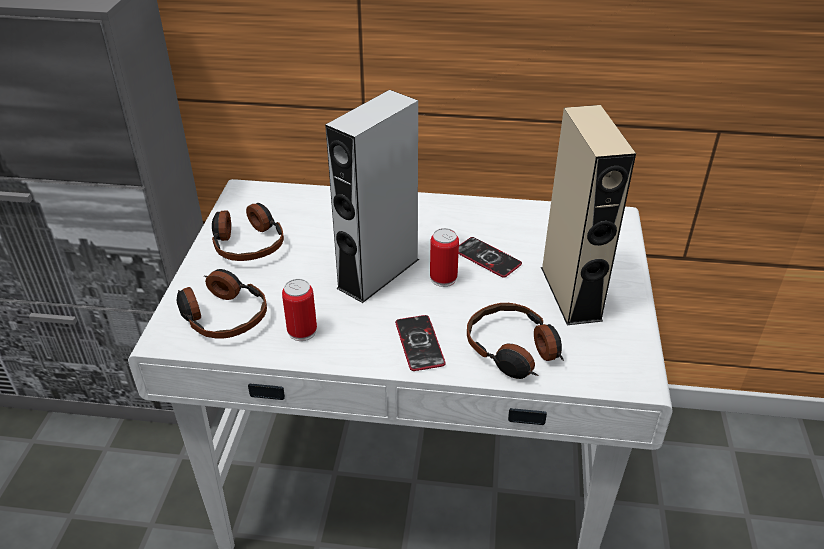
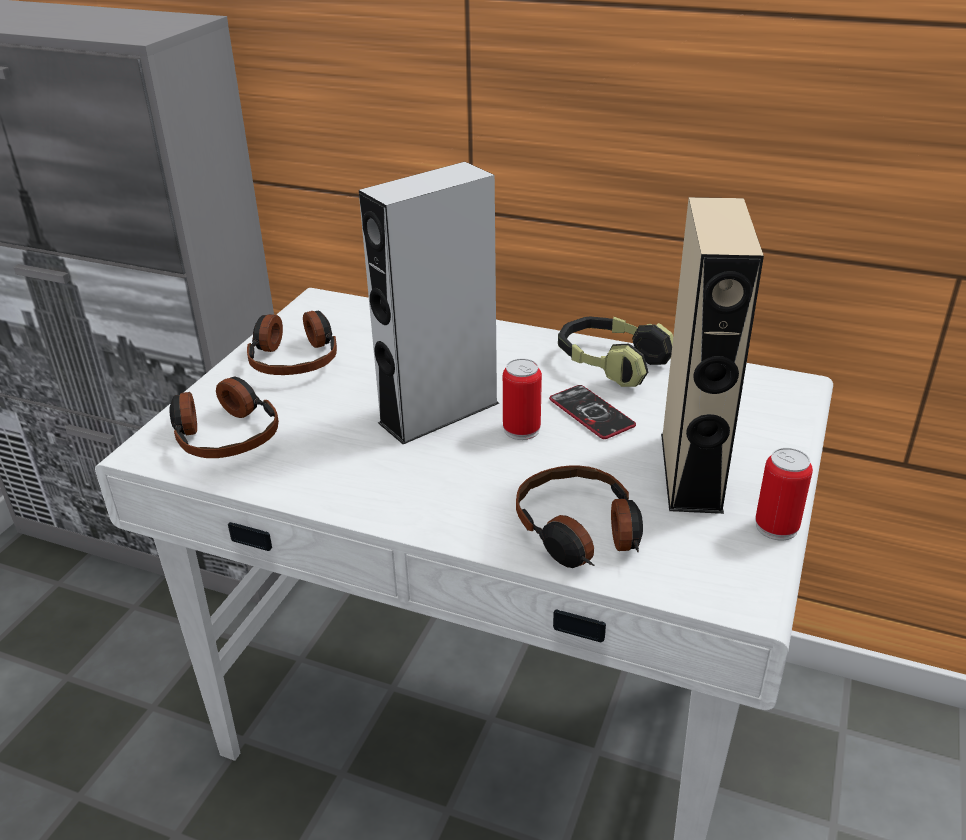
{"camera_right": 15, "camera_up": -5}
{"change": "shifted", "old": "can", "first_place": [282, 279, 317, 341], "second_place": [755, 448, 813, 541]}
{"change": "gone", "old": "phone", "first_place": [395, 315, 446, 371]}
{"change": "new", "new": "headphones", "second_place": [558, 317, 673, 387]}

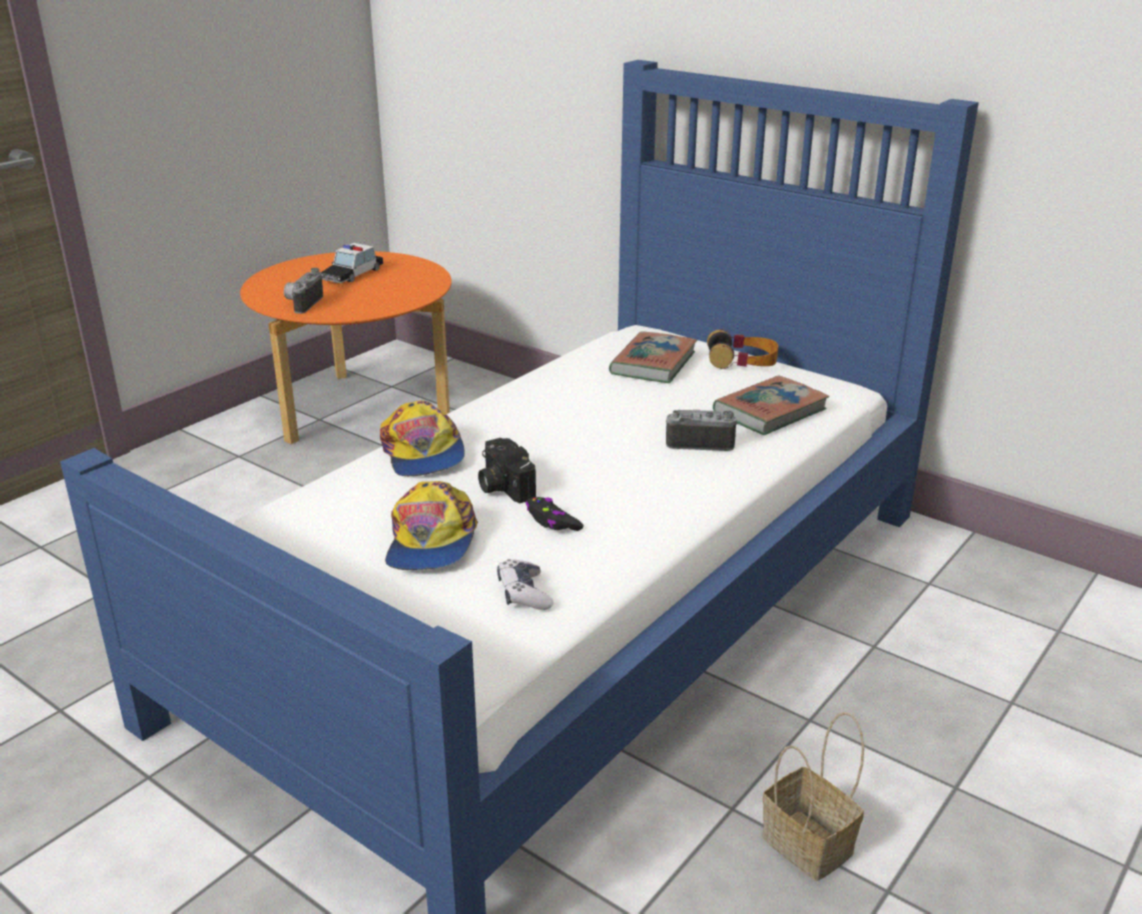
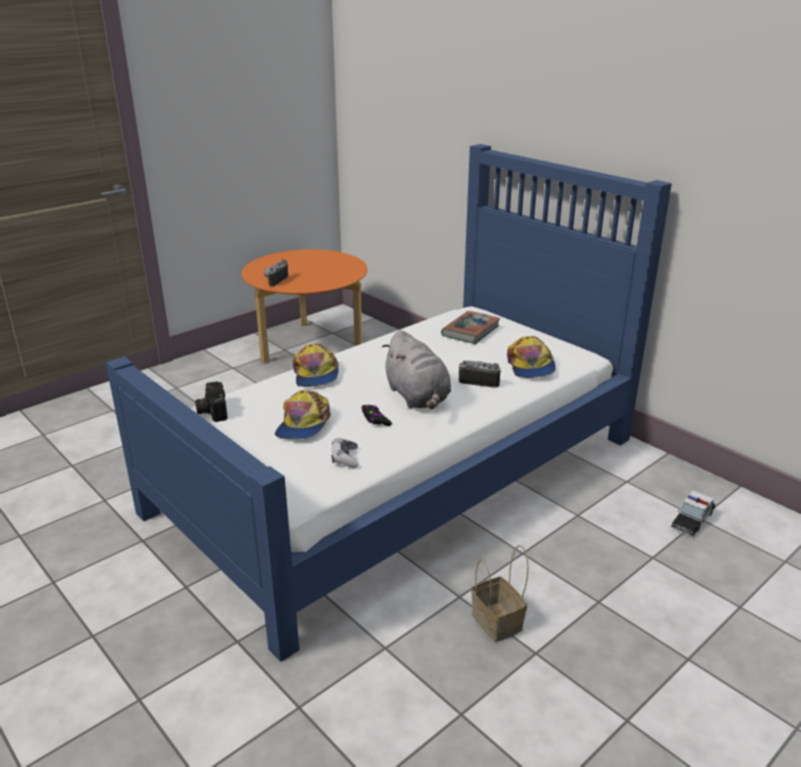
{"camera_right": 10, "camera_up": 0}
{"change": "shifted", "old": "toy_car", "first_place": [321, 243, 383, 283], "second_place": [671, 491, 715, 536]}
{"change": "gone", "old": "headphones", "first_place": [707, 329, 779, 369]}
{"change": "swapped", "old": "book", "new": "cap", "first_place": [713, 375, 829, 435], "second_place": [507, 336, 555, 378]}
{"change": "shifted", "old": "photo_camera", "first_place": [478, 438, 536, 503], "second_place": [195, 381, 228, 422]}
{"change": "new", "new": "grey_plush_toy", "second_place": [382, 330, 451, 409]}

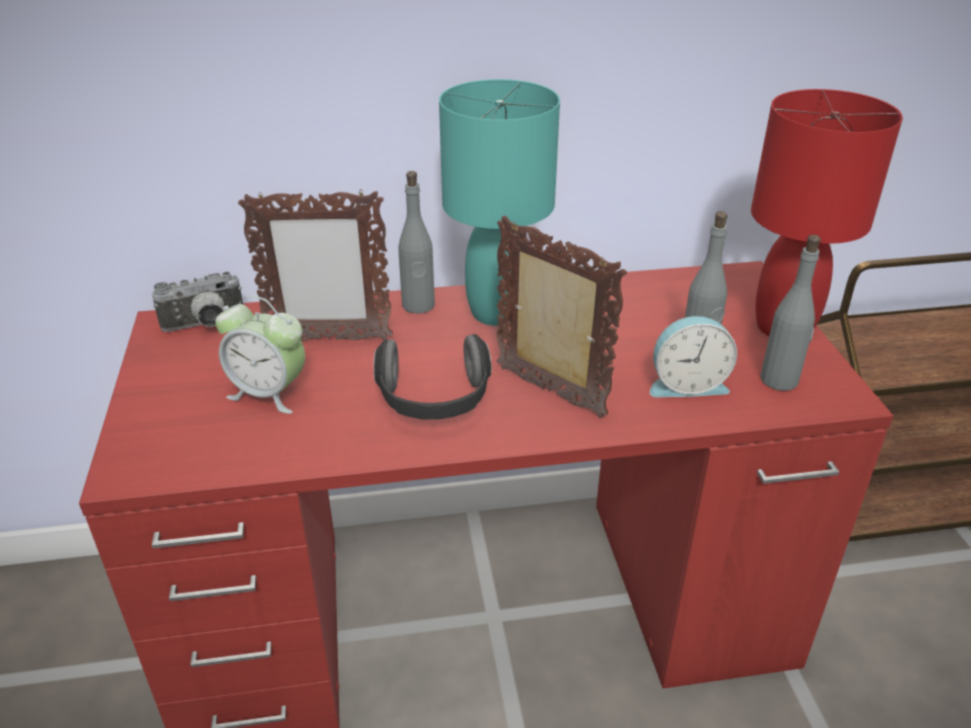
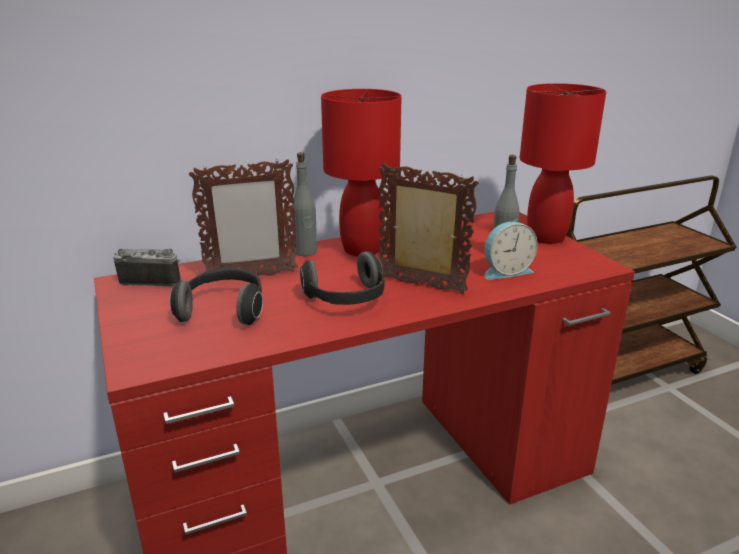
{"camera_right": -15, "camera_up": -10}
{"change": "repainted", "old": "turquoise_table_lamp", "new": "red_table_lamp", "first_place": [439, 79, 560, 326], "second_place": [321, 89, 402, 256]}
{"change": "gone", "old": "grey_bottle", "first_place": [761, 235, 821, 391]}
{"change": "rotated", "old": "photo_camera", "first_place": [152, 272, 243, 332], "second_place": [113, 249, 181, 286], "degrees": -135}
{"change": "swapped", "old": "alarm_clock", "new": "headphones", "first_place": [215, 295, 305, 414], "second_place": [170, 268, 263, 325]}

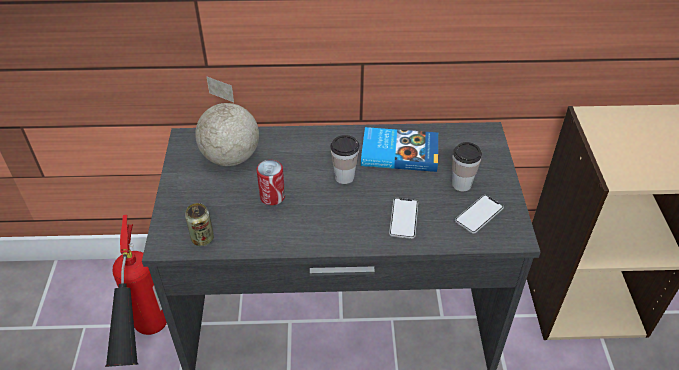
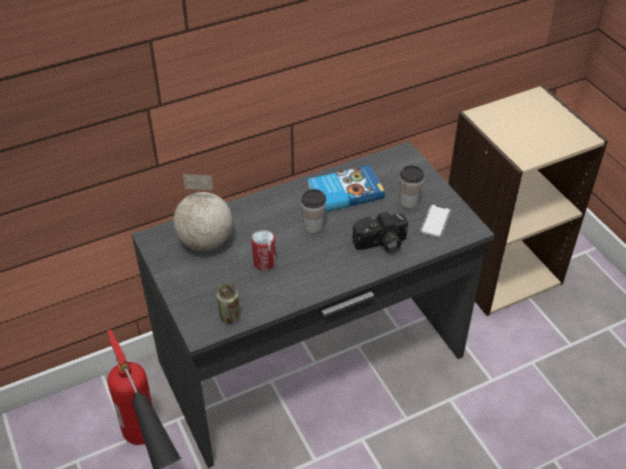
{"camera_right": -25, "camera_up": 0}
{"change": "swapped", "old": "phone", "new": "photo_camera", "first_place": [389, 198, 418, 239], "second_place": [352, 212, 408, 253]}

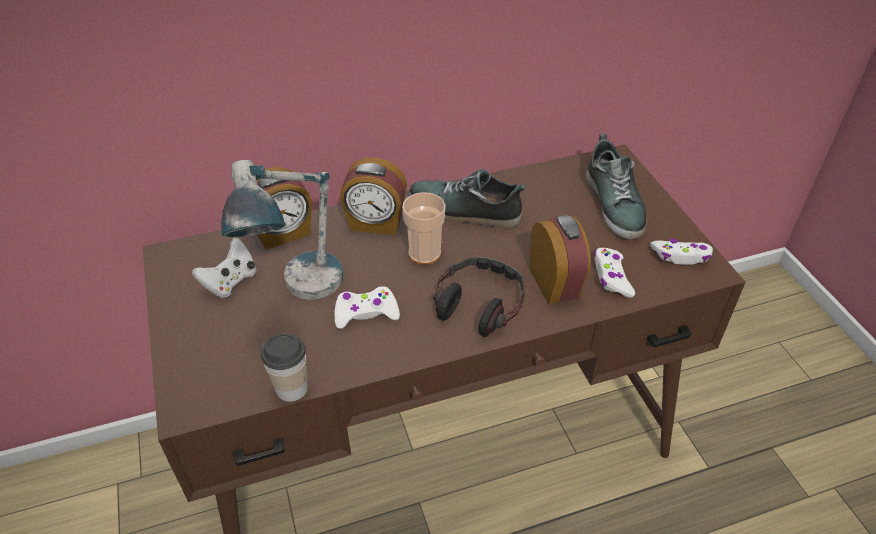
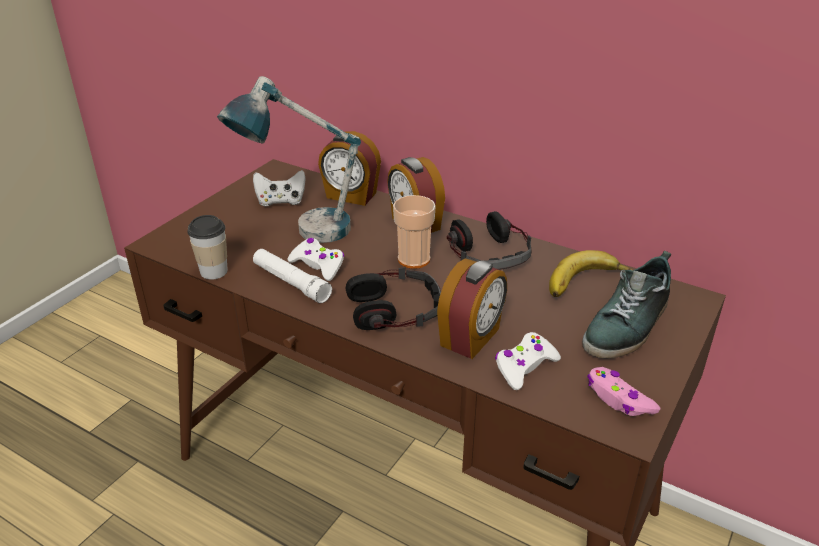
{"camera_right": 50, "camera_up": -10}
{"change": "swapped", "old": "shoe", "new": "headphones", "first_place": [409, 169, 526, 229], "second_place": [447, 211, 532, 270]}
{"change": "repainted", "old": "white_game_controller", "new": "pink_game_controller", "first_place": [650, 239, 713, 265], "second_place": [587, 367, 661, 416]}
{"change": "new", "new": "white_flashlight", "second_place": [253, 249, 332, 303]}
{"change": "new", "new": "banana", "second_place": [549, 250, 632, 297]}

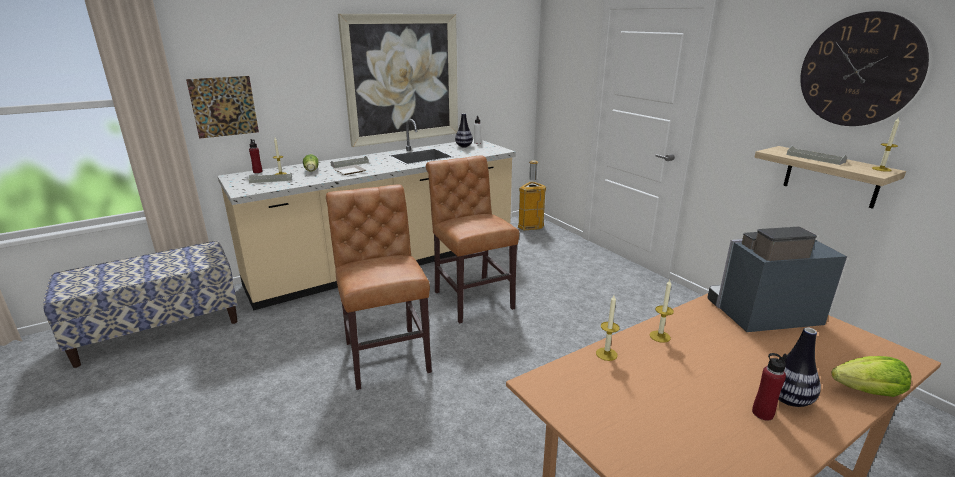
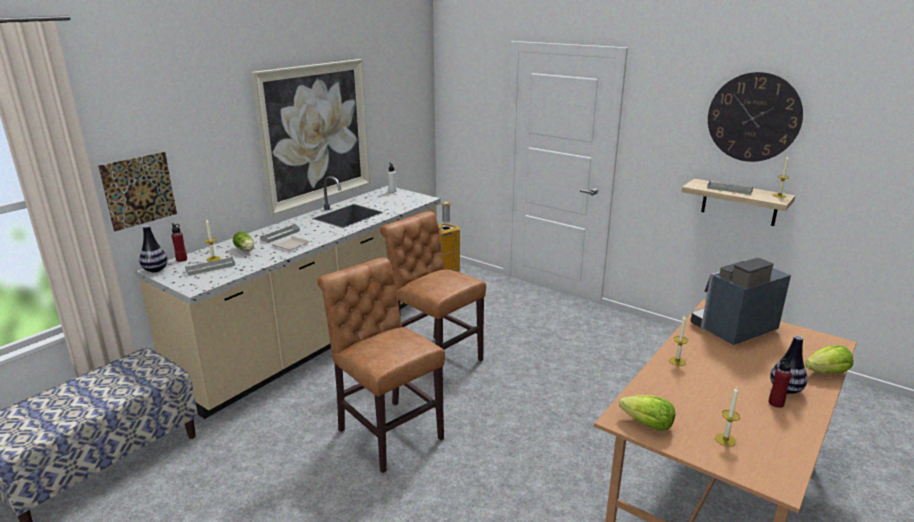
{"camera_right": -20, "camera_up": 0}
{"change": "shifted", "old": "vase", "first_place": [455, 113, 473, 148], "second_place": [139, 225, 168, 272]}
{"change": "shifted", "old": "candle", "first_place": [596, 295, 620, 361], "second_place": [715, 387, 740, 447]}
{"change": "new", "new": "lettuce", "second_place": [619, 395, 675, 431]}

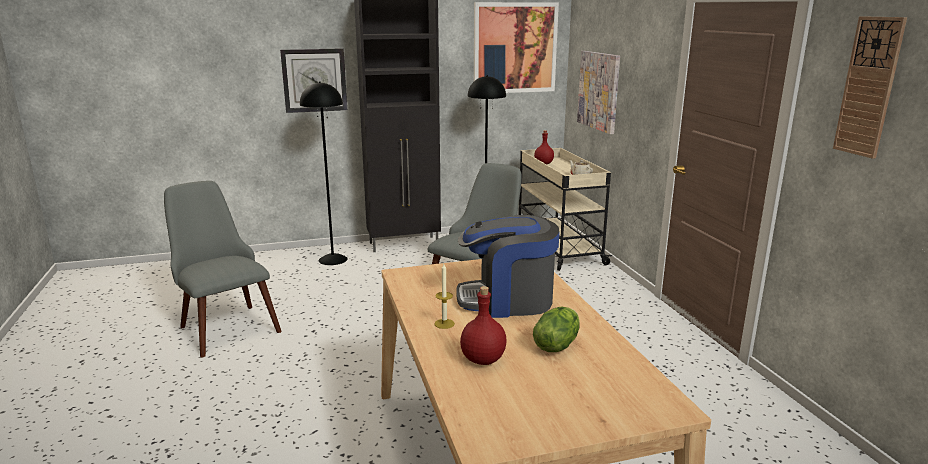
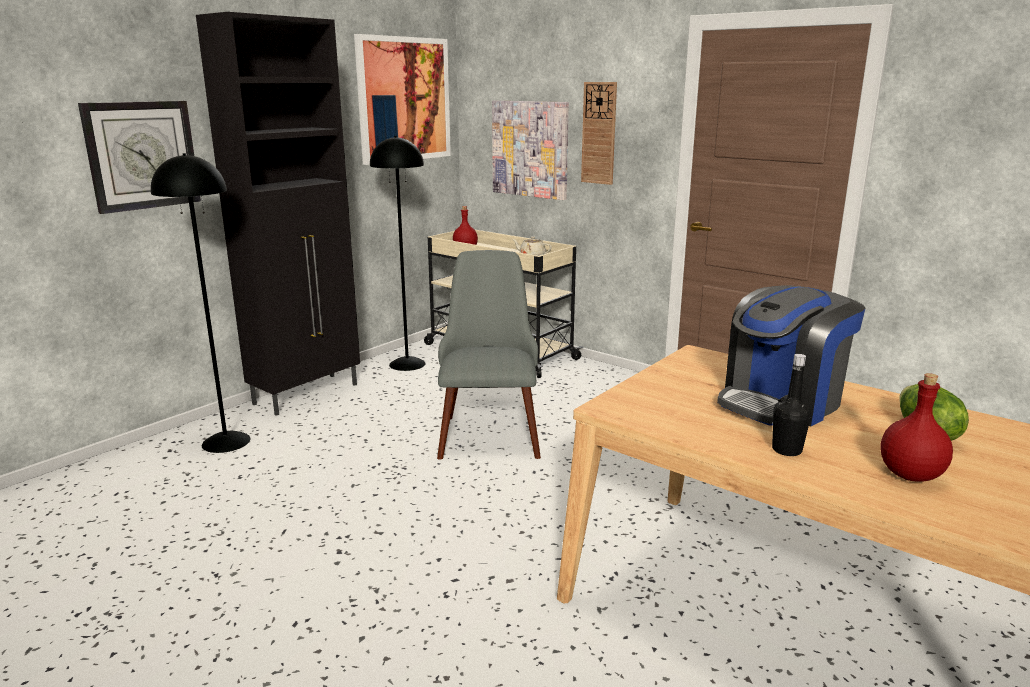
{"camera_right": -35, "camera_up": 0}
{"change": "shifted", "old": "wall_clock", "first_place": [833, 16, 907, 159], "second_place": [581, 82, 617, 185]}
{"change": "gone", "old": "grey_chair", "first_place": [164, 181, 282, 357]}
{"change": "swapped", "old": "candle", "new": "black_bottle", "first_place": [434, 264, 455, 329], "second_place": [772, 354, 811, 456]}

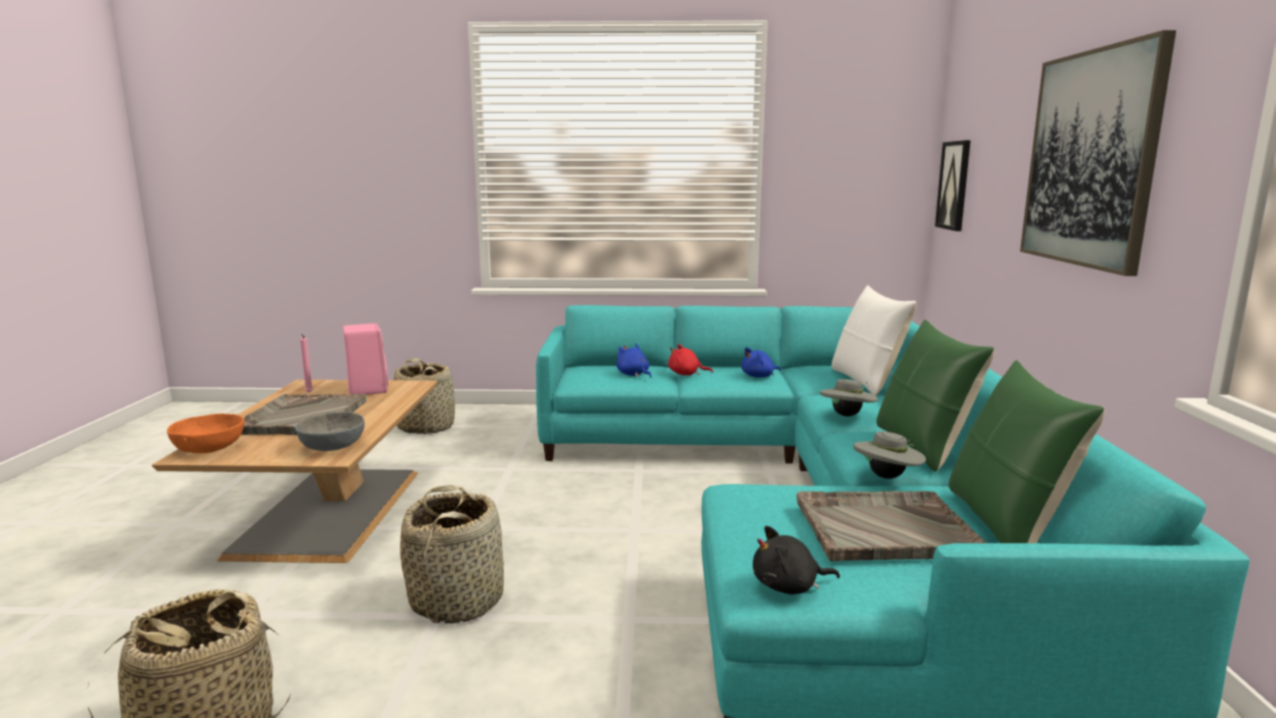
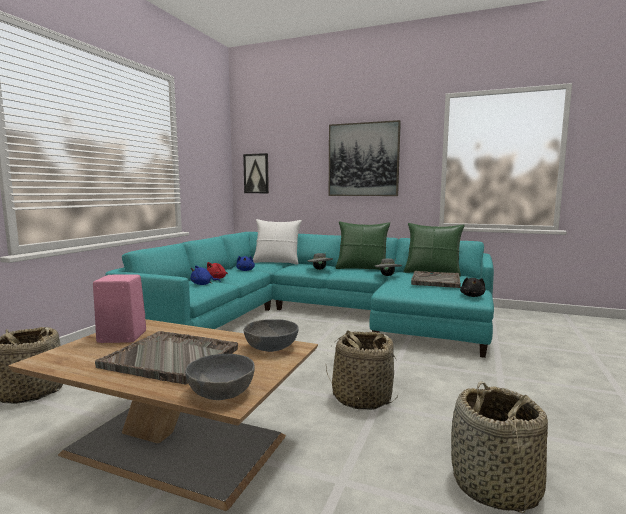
{"camera_right": -70, "camera_up": -5}
{"change": "gone", "old": "pink_candle", "first_place": [300, 334, 313, 392]}
{"change": "repainted", "old": "orange_bowl", "new": "grey_bowl", "first_place": [167, 414, 244, 453], "second_place": [185, 354, 255, 400]}

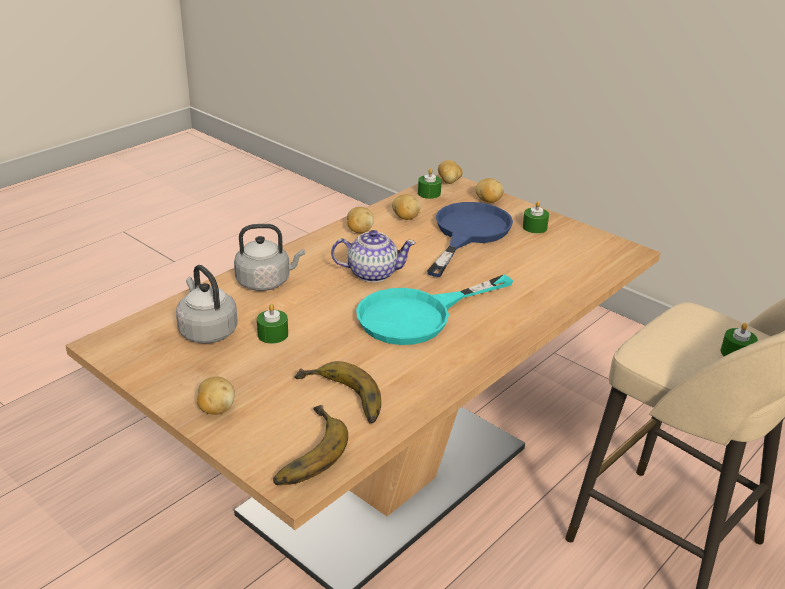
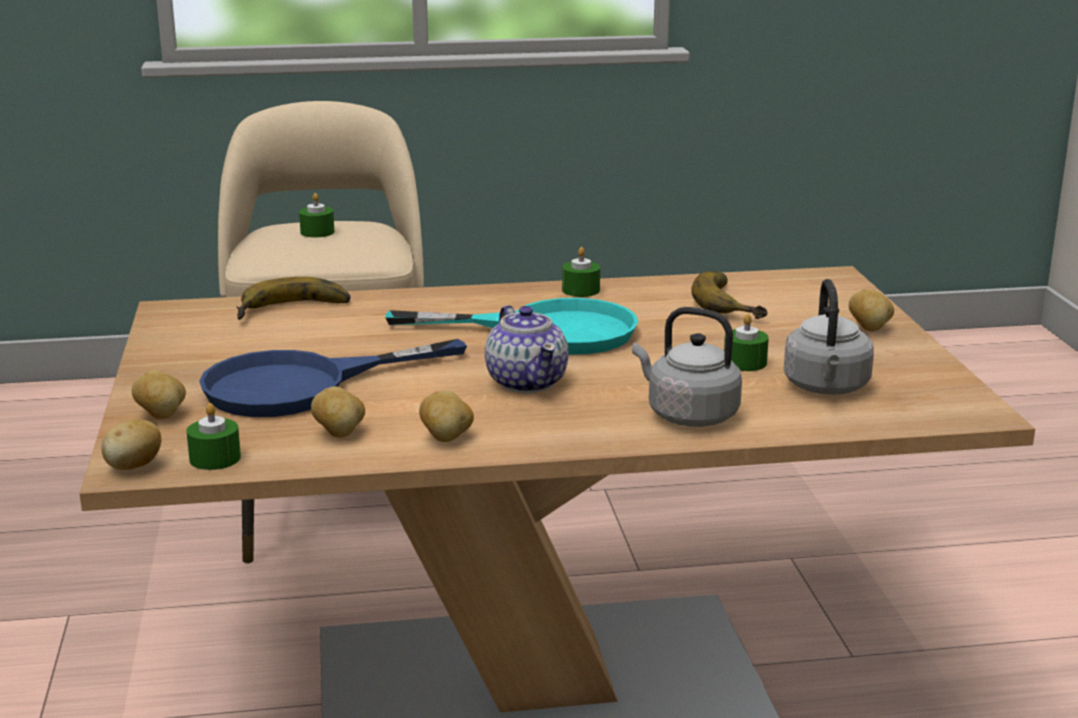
{"camera_right": -140, "camera_up": -10}
{"change": "shifted", "old": "green_candle", "first_place": [523, 201, 549, 233], "second_place": [562, 247, 600, 297]}
{"change": "rotated", "old": "teapot", "first_place": [331, 230, 416, 282], "second_place": [485, 305, 568, 393], "degrees": -150}
{"change": "shifted", "old": "banana", "first_place": [273, 405, 348, 485], "second_place": [237, 277, 351, 320]}

